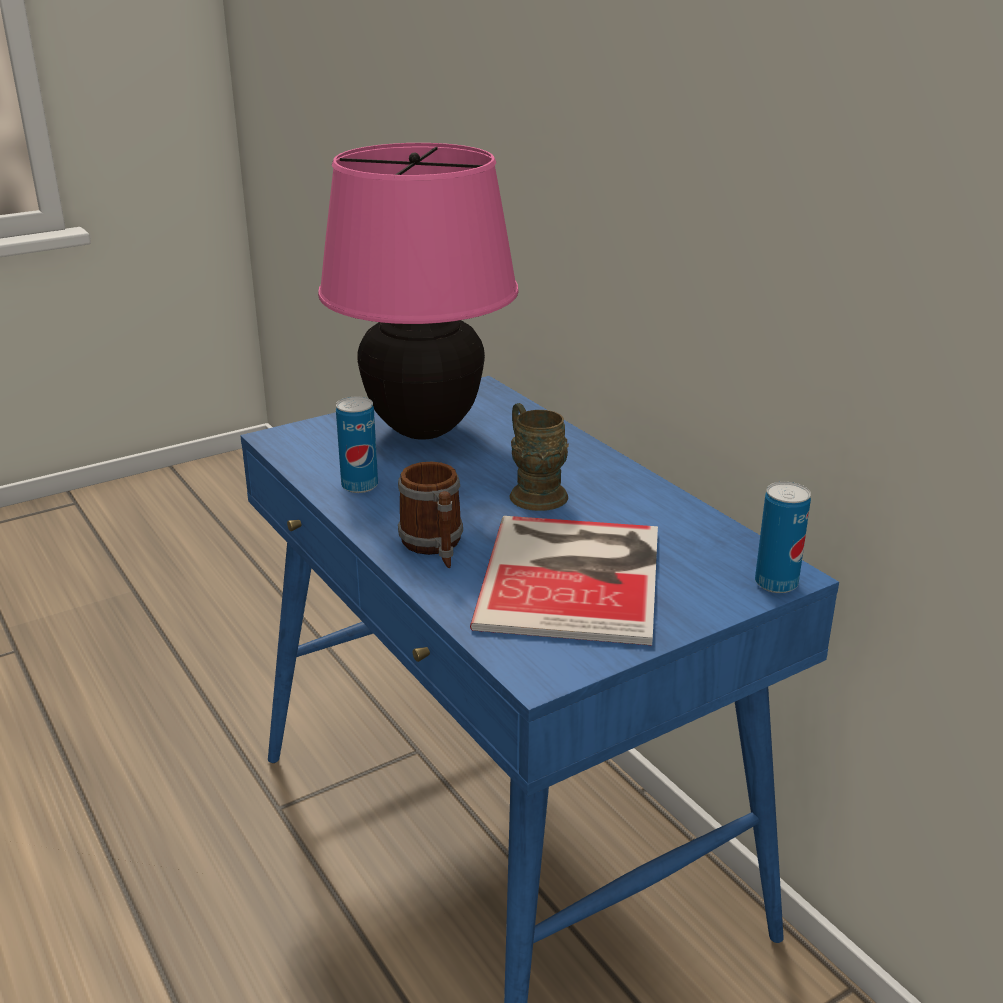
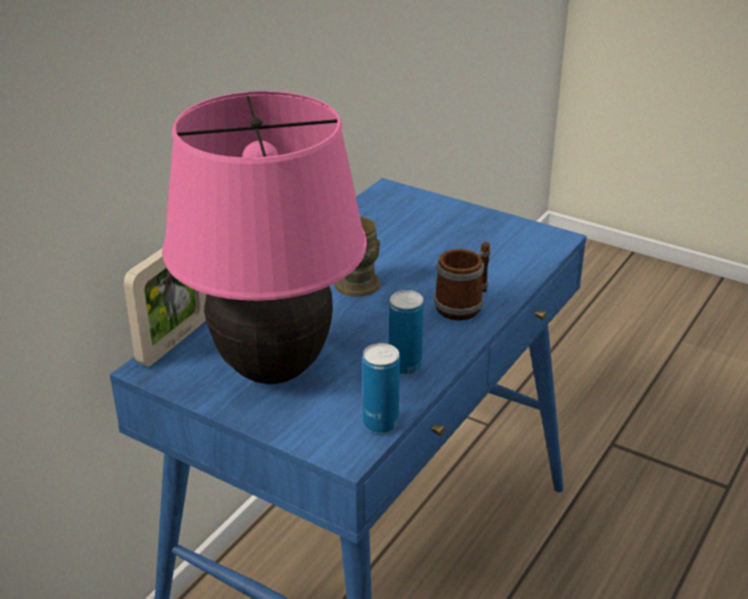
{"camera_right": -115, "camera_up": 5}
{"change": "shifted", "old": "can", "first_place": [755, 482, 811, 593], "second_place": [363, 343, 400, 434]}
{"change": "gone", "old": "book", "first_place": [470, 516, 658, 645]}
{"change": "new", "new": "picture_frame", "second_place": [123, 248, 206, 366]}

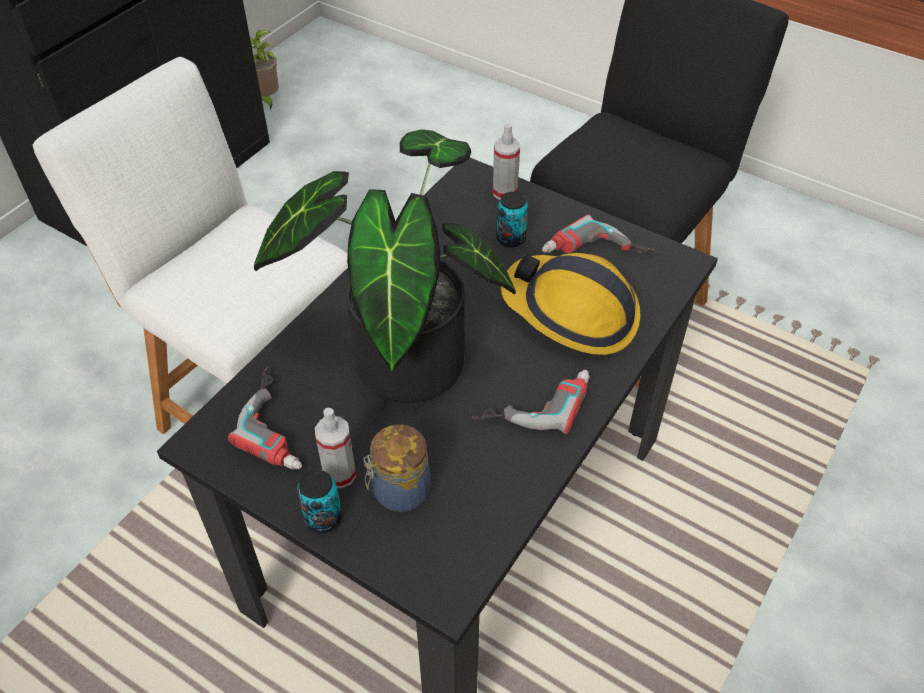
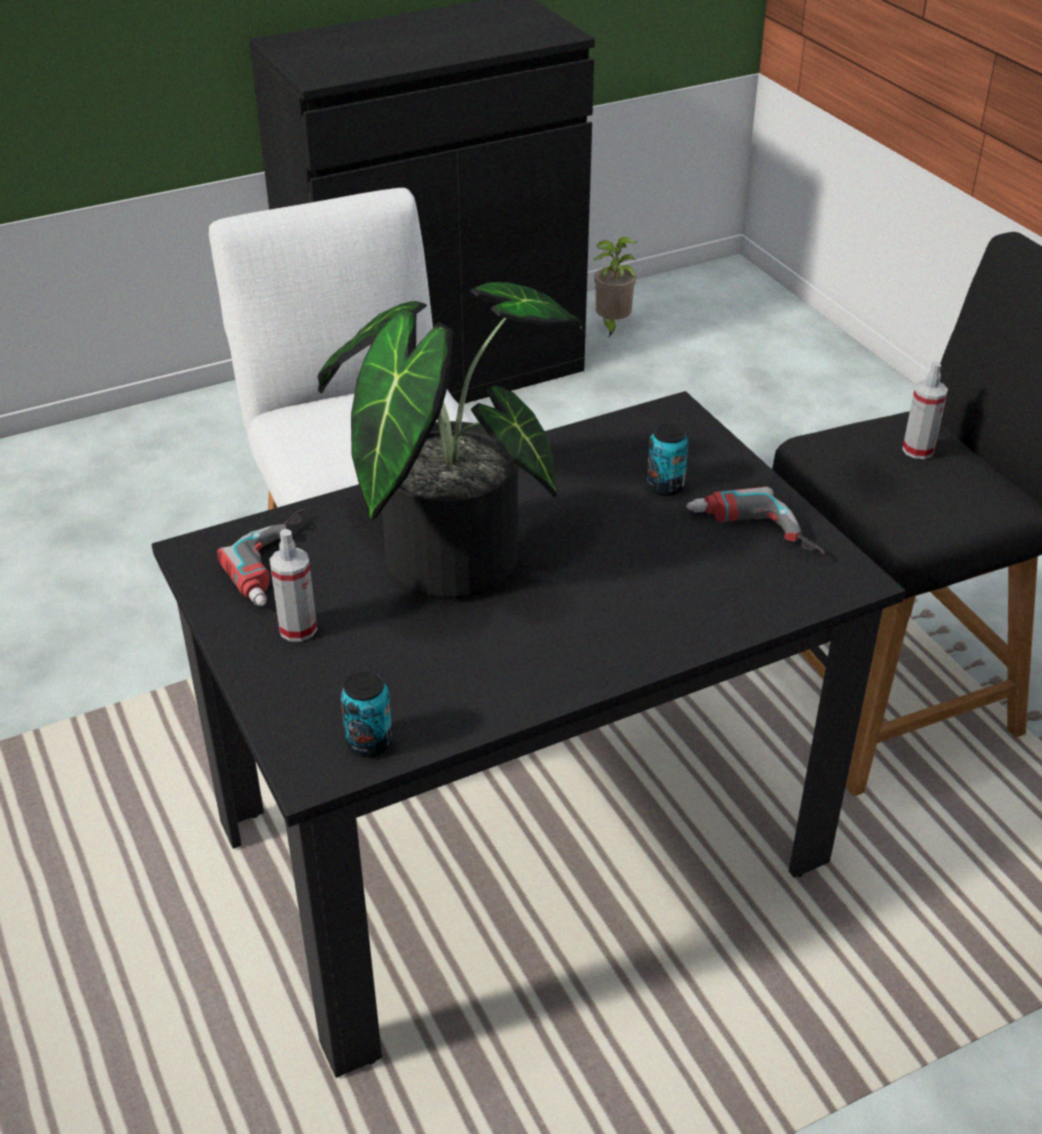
{"camera_right": 30, "camera_up": -10}
{"change": "shifted", "old": "spray_bottle", "first_place": [493, 123, 520, 200], "second_place": [902, 362, 948, 459]}
{"change": "gone", "old": "hard_hat", "first_place": [501, 253, 641, 355]}
{"change": "gone", "old": "power_drill", "first_place": [472, 369, 590, 434]}
{"change": "gone", "old": "jar", "first_place": [363, 424, 431, 512]}
{"change": "shifted", "old": "can", "first_place": [297, 470, 342, 534], "second_place": [341, 671, 393, 757]}

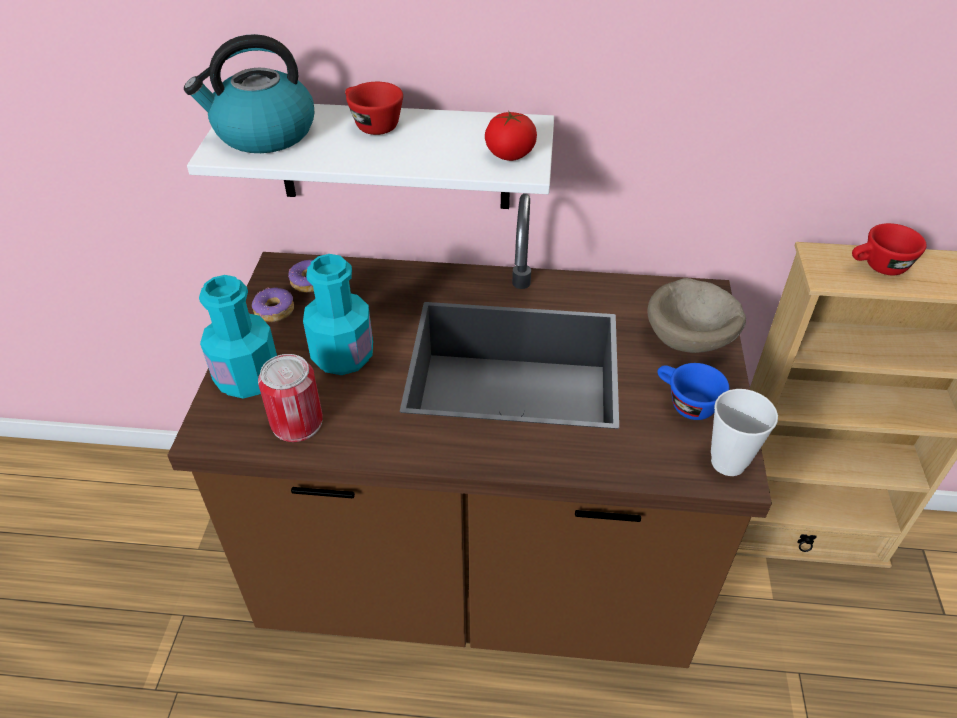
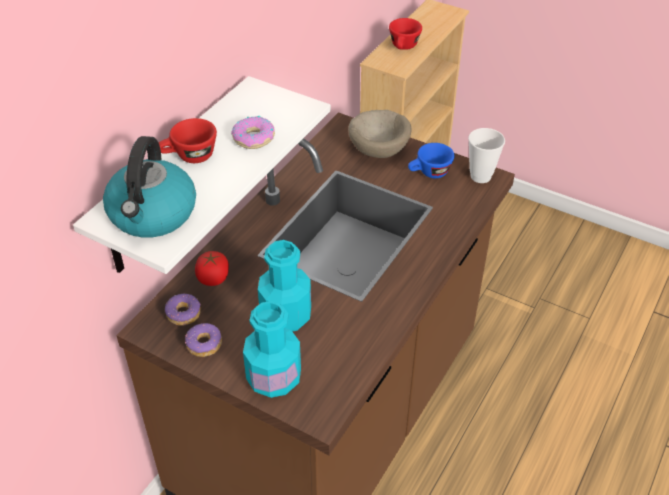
{"camera_right": -65, "camera_up": 0}
{"change": "shifted", "old": "tomato", "first_place": [485, 111, 537, 161], "second_place": [195, 251, 229, 286]}
{"change": "gone", "old": "can", "first_place": [258, 354, 323, 442]}
{"change": "new", "new": "donut", "second_place": [231, 116, 275, 149]}

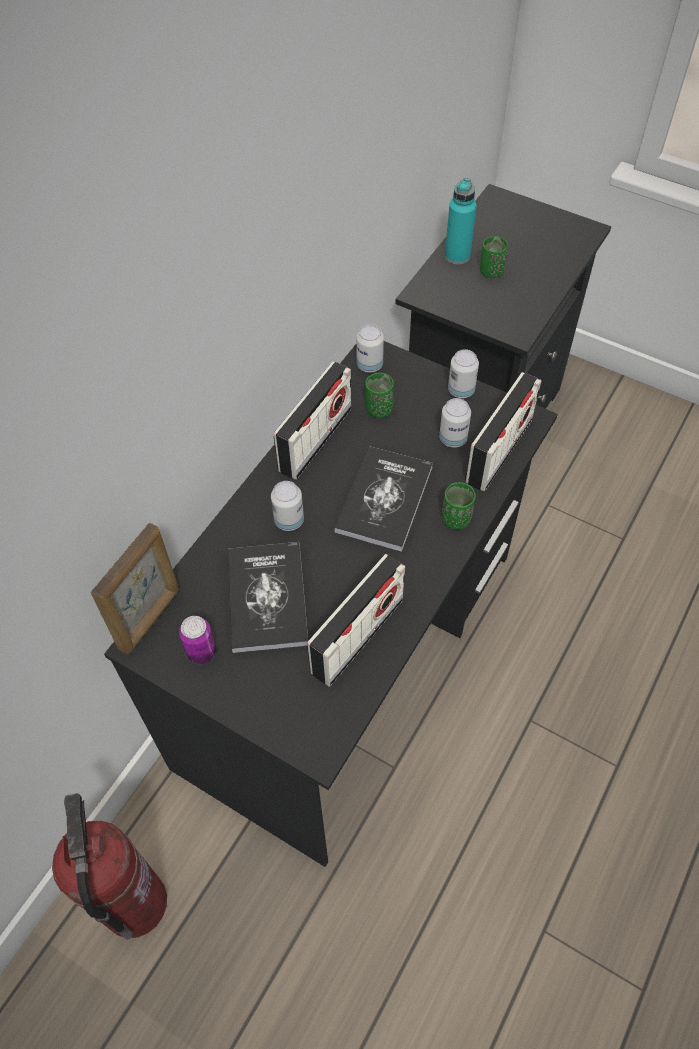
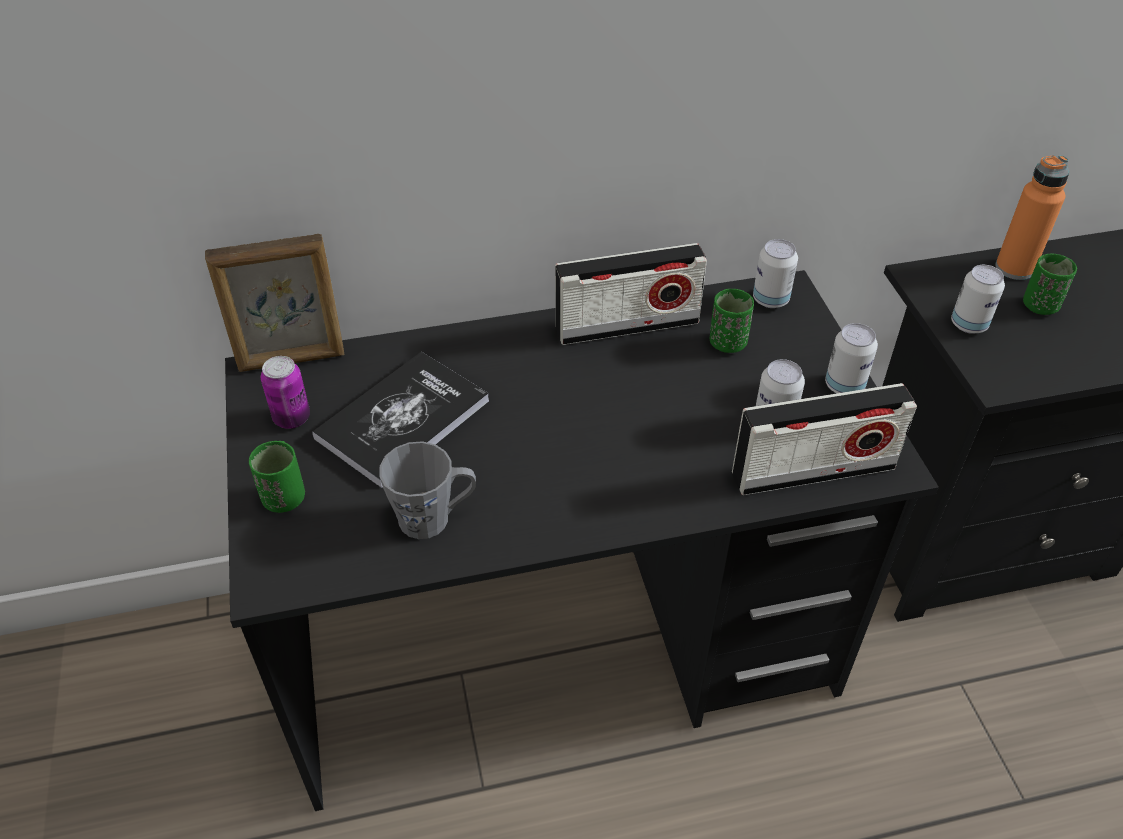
{"camera_right": 45, "camera_up": -10}
{"change": "repainted", "old": "turquoise_bottle", "new": "orange_bottle", "first_place": [445, 178, 477, 264], "second_place": [995, 155, 1069, 280]}
{"change": "gone", "old": "book", "first_place": [334, 446, 433, 552]}
{"change": "shifted", "old": "can", "first_place": [271, 481, 304, 531], "second_place": [951, 265, 1005, 334]}
{"change": "shifted", "old": "green_cup", "first_place": [442, 482, 476, 529], "second_place": [249, 441, 305, 513]}
{"change": "swapped", "old": "radio", "new": "grey_mug", "first_place": [307, 554, 405, 687], "second_place": [379, 441, 476, 539]}
{"change": "gone", "old": "fire_extinguisher", "first_place": [52, 793, 167, 940]}

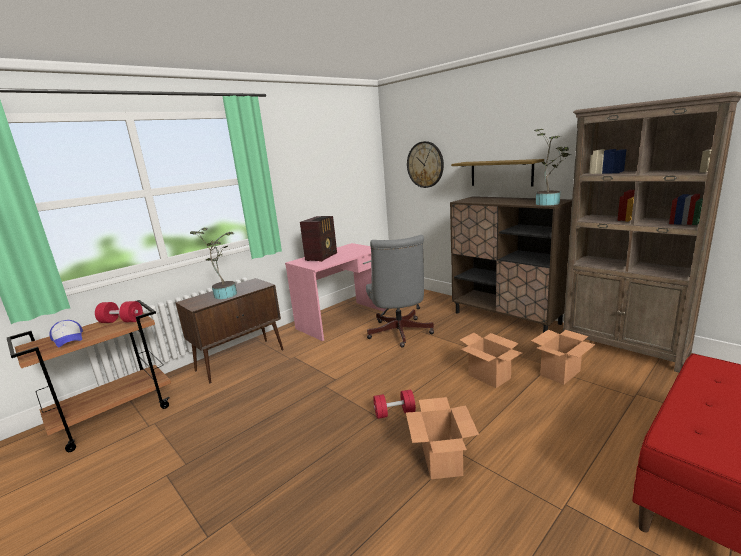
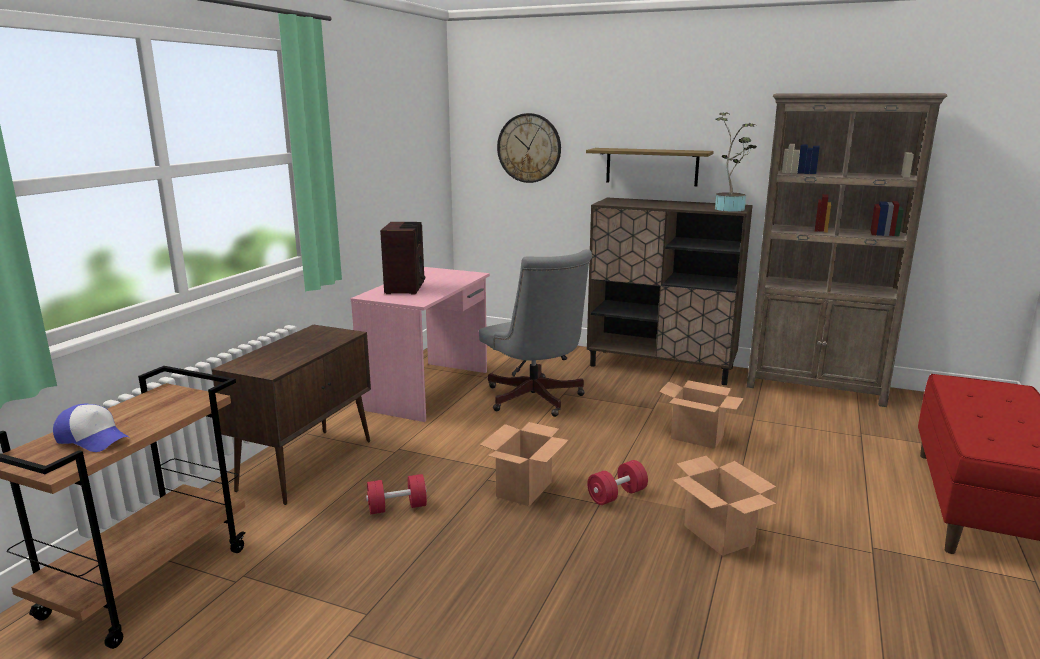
{"camera_right": -25, "camera_up": 0}
{"change": "gone", "old": "potted_plant", "first_place": [190, 227, 237, 299]}
{"change": "shifted", "old": "red_dumbbell", "first_place": [95, 301, 143, 323], "second_place": [366, 474, 427, 514]}
{"change": "shifted", "old": "cardboard_box", "first_place": [531, 329, 596, 385], "second_place": [480, 422, 568, 506]}

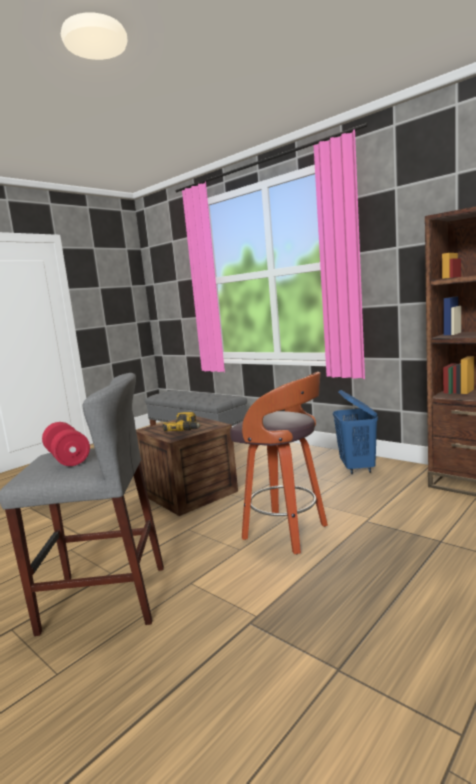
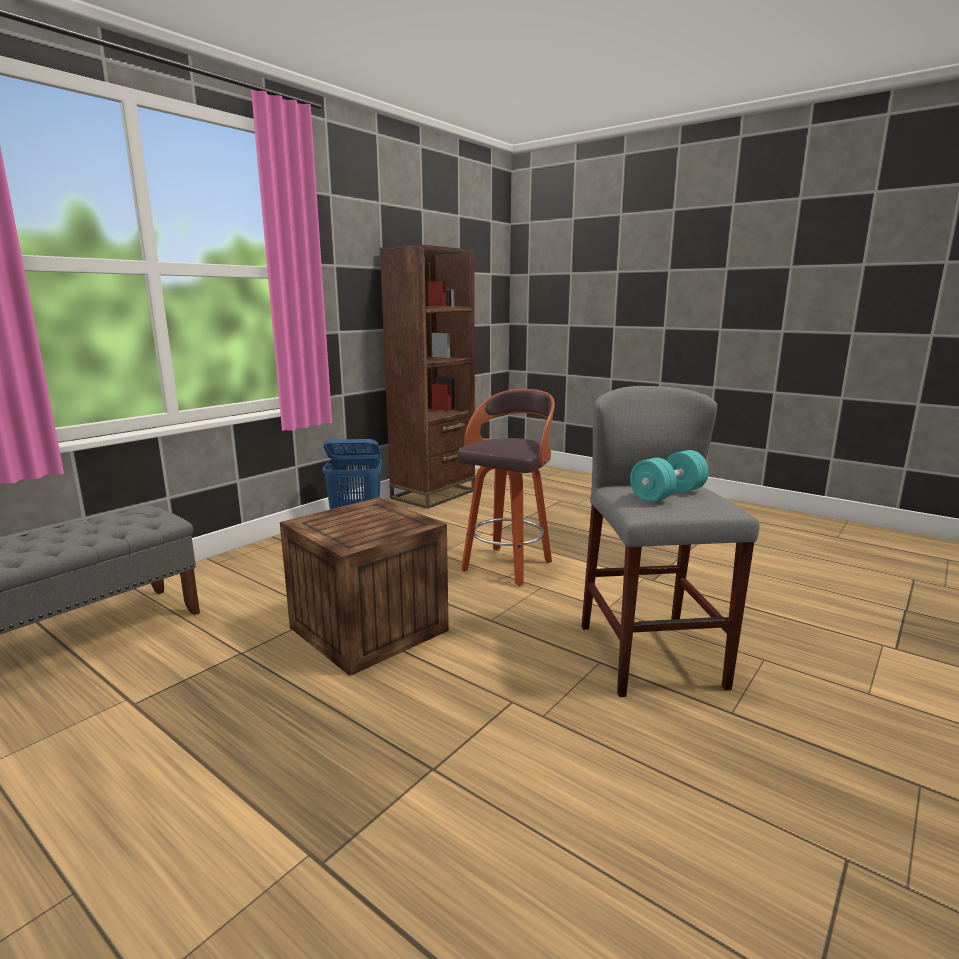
{"camera_right": -95, "camera_up": 5}
{"change": "gone", "old": "power_drill", "first_place": [163, 412, 201, 431]}
{"change": "repainted", "old": "red_dumbbell", "new": "turquoise_dumbbell", "first_place": [42, 422, 90, 466], "second_place": [630, 450, 709, 502]}

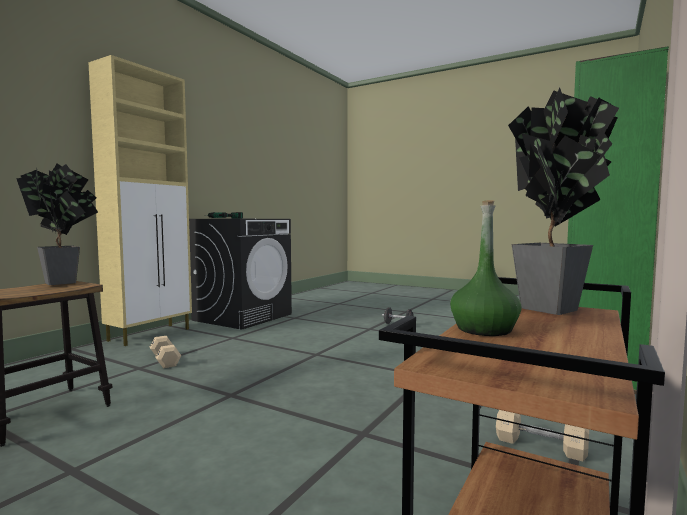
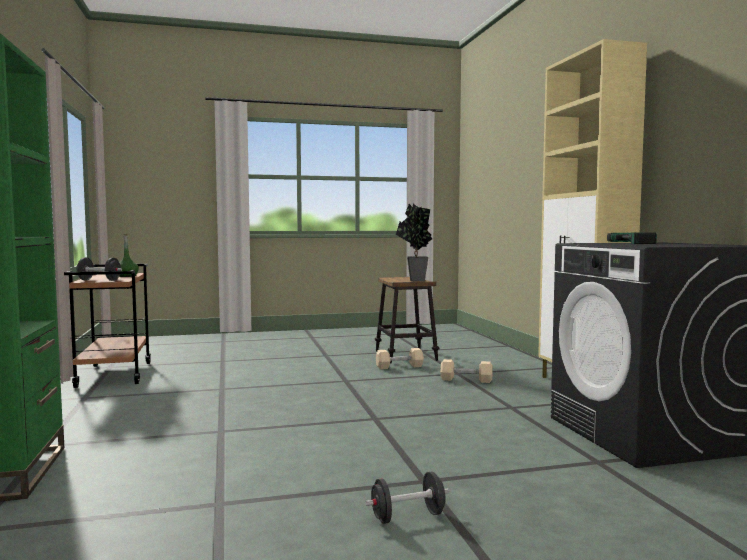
{"camera_right": 135, "camera_up": 0}
{"change": "swapped", "old": "potted_plant", "new": "black_dumbbell", "first_place": [508, 87, 619, 315], "second_place": [76, 258, 122, 281]}
{"change": "shifted", "old": "beige_dumbbell", "first_place": [496, 410, 589, 461], "second_place": [376, 348, 424, 369]}

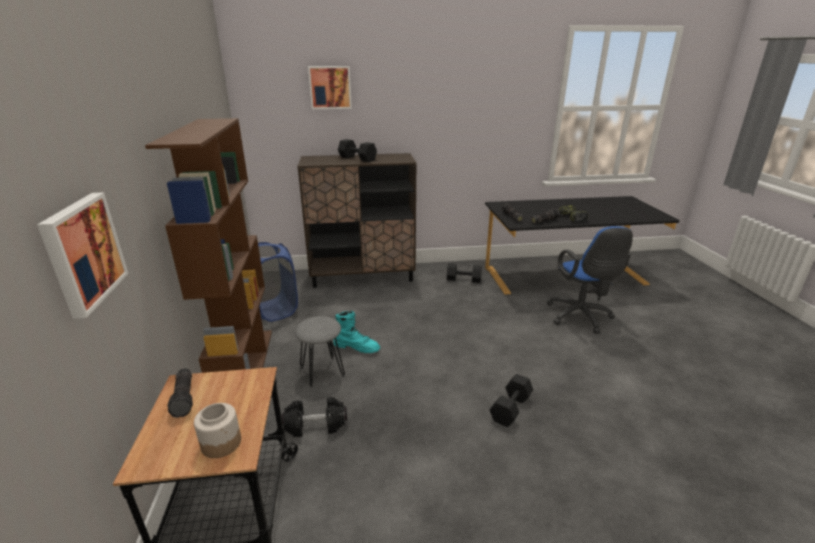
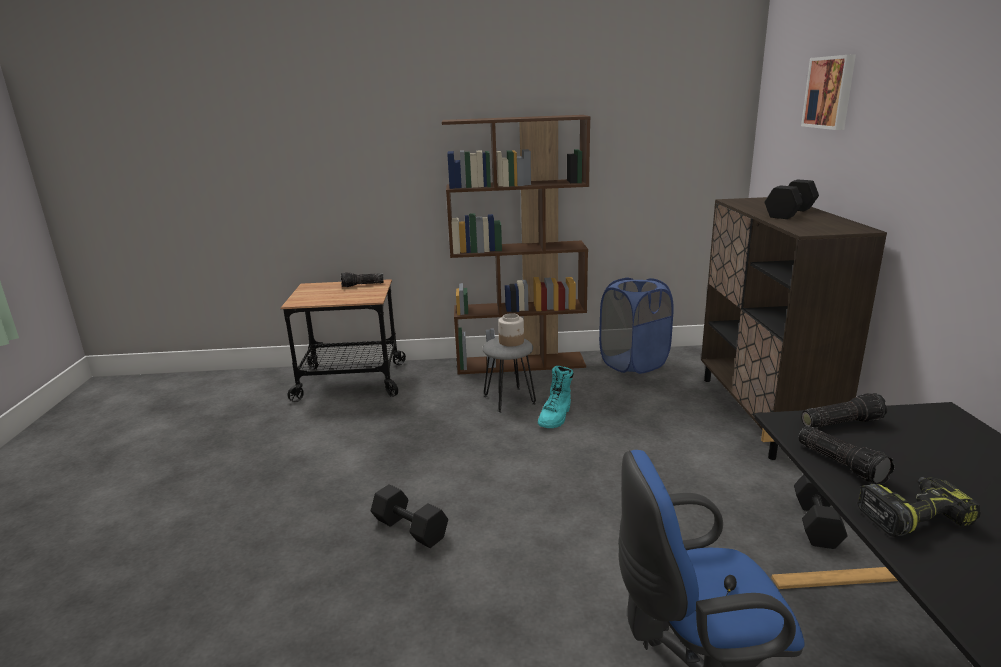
{"camera_right": 95, "camera_up": -5}
{"change": "gone", "old": "picture", "first_place": [37, 193, 129, 319]}
{"change": "gone", "old": "black_dumbbell", "first_place": [281, 397, 347, 437]}
{"change": "shifted", "old": "jar", "first_place": [194, 403, 241, 458], "second_place": [498, 313, 524, 347]}

